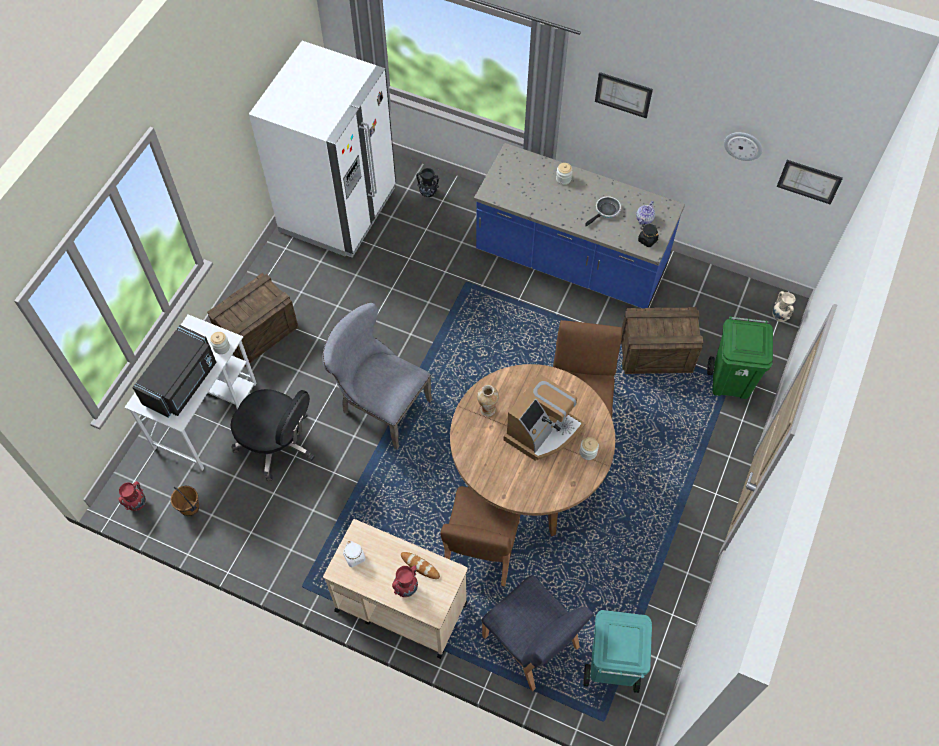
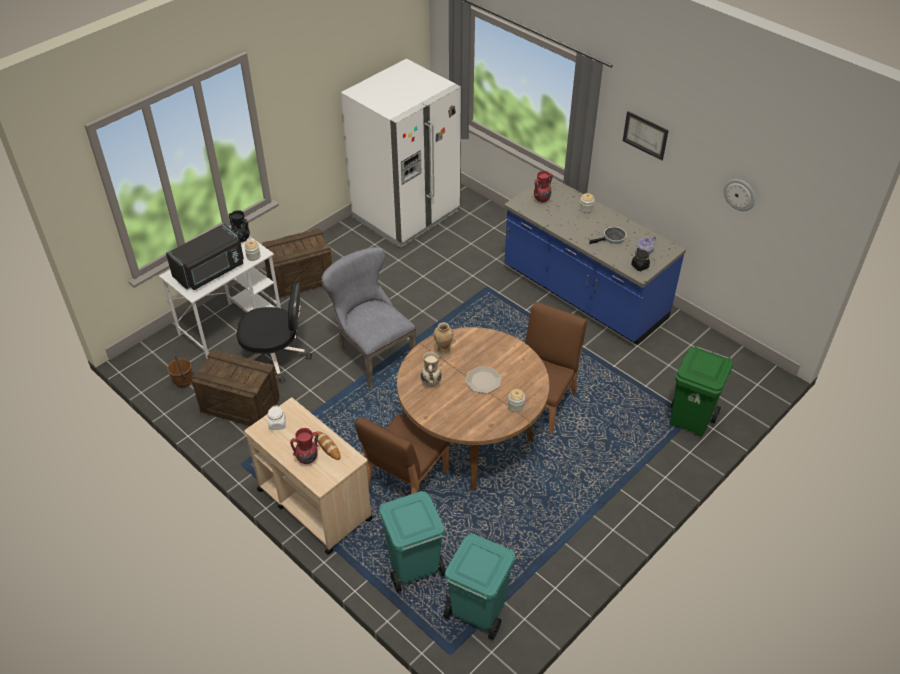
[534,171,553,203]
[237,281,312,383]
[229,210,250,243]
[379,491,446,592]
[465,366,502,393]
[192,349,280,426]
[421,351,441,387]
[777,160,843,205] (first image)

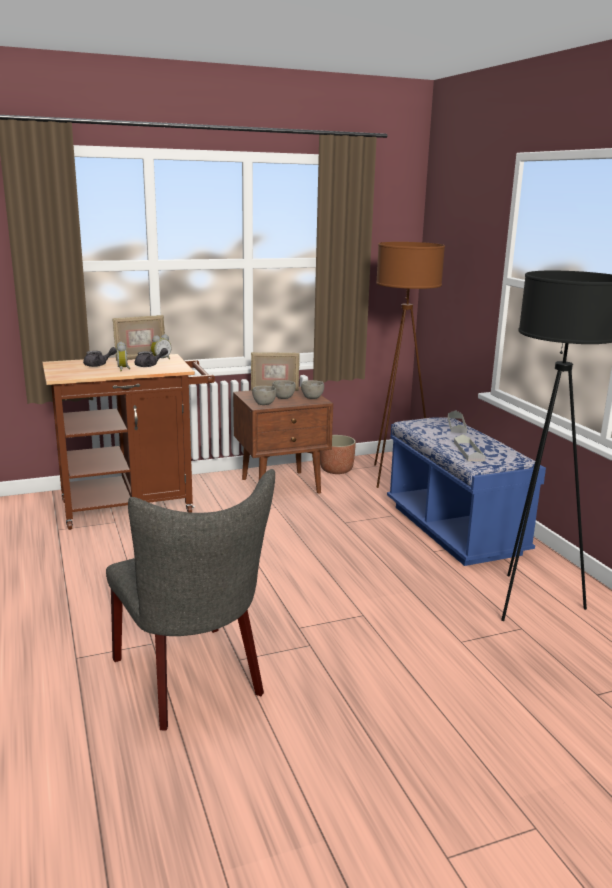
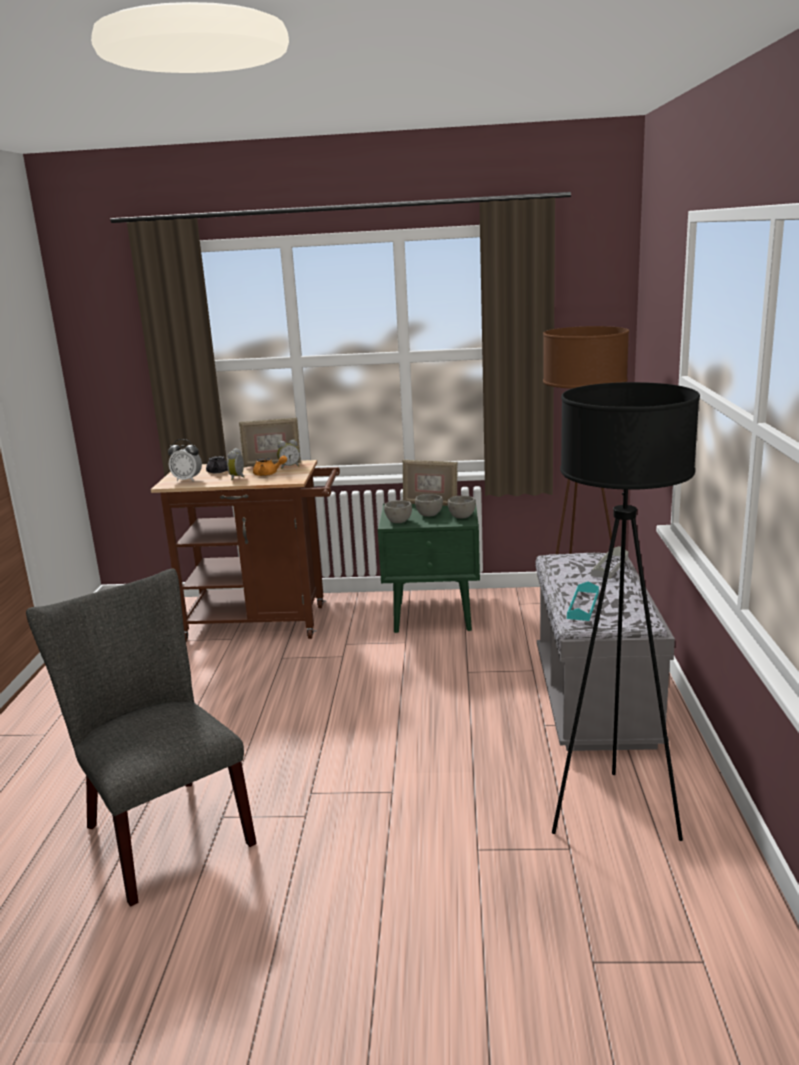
[26,569,257,907]
[253,455,287,476]
[378,504,480,633]
[320,435,356,474] (first image)
[535,553,675,751]
[567,581,599,621]
[168,439,202,482]

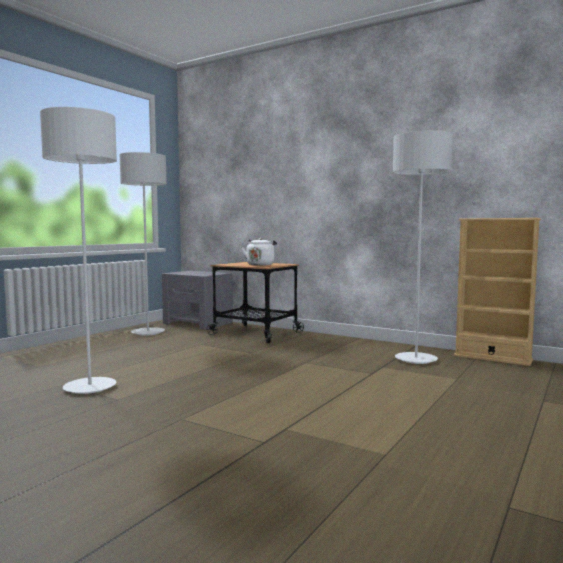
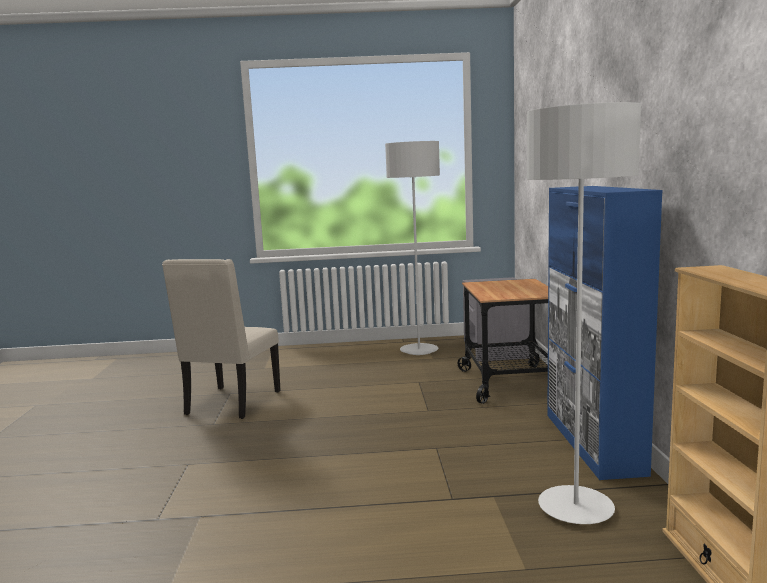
[162,259,281,419]
[241,238,277,266] (first image)
[547,186,663,480]

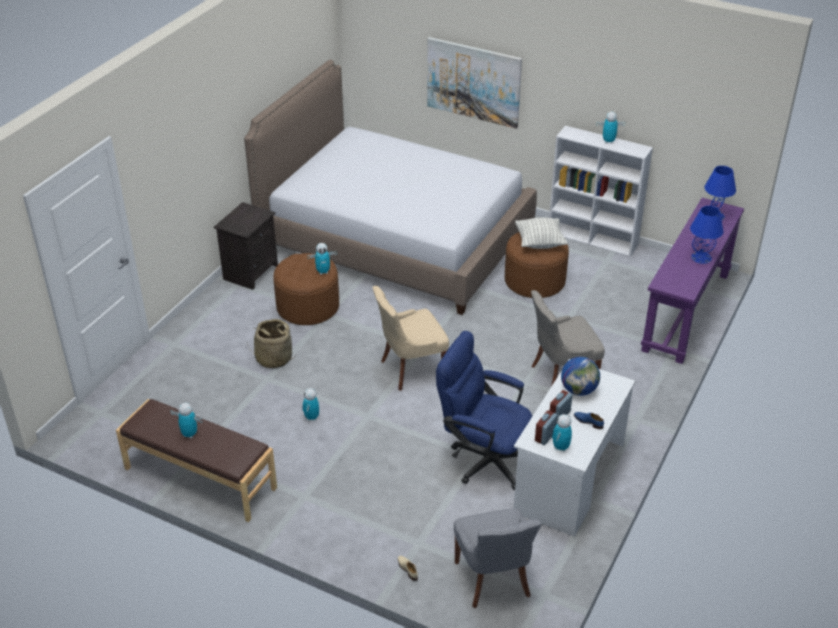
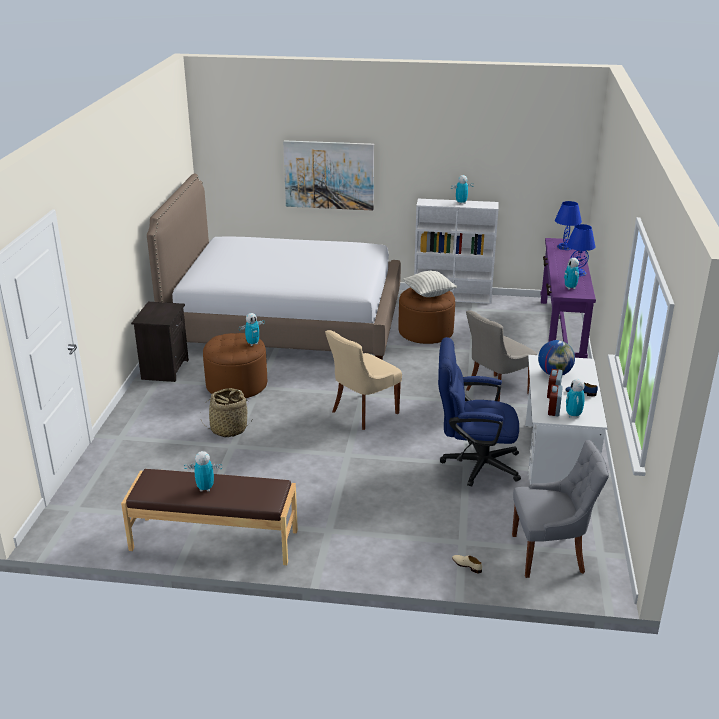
[564,258,579,290]
[512,440,609,578]

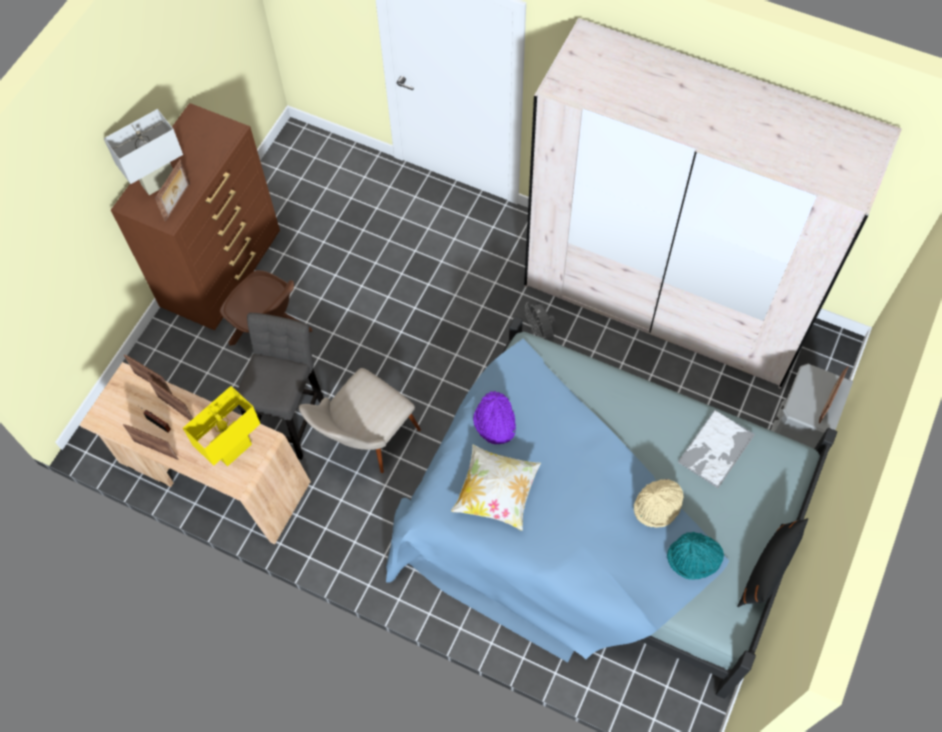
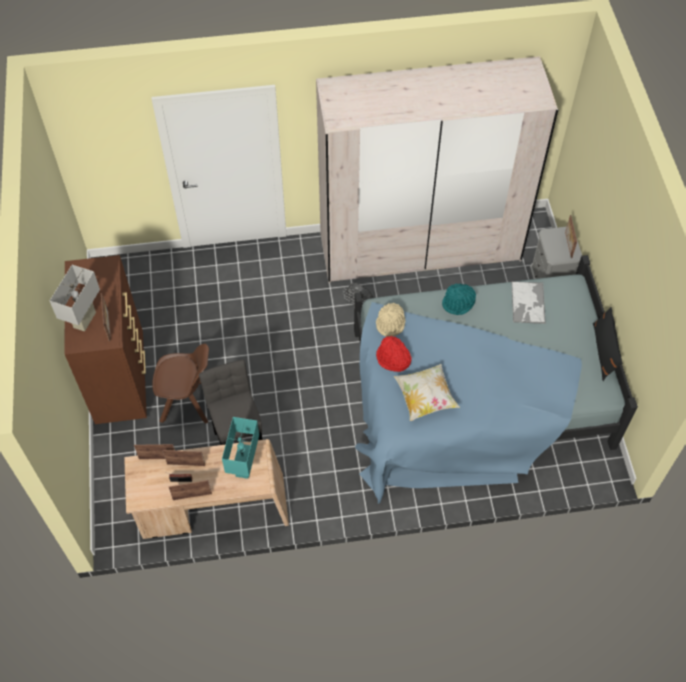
[222,417,259,479]
[299,368,421,473] (first image)
[376,336,412,372]
[376,303,406,337]
[442,284,476,315]

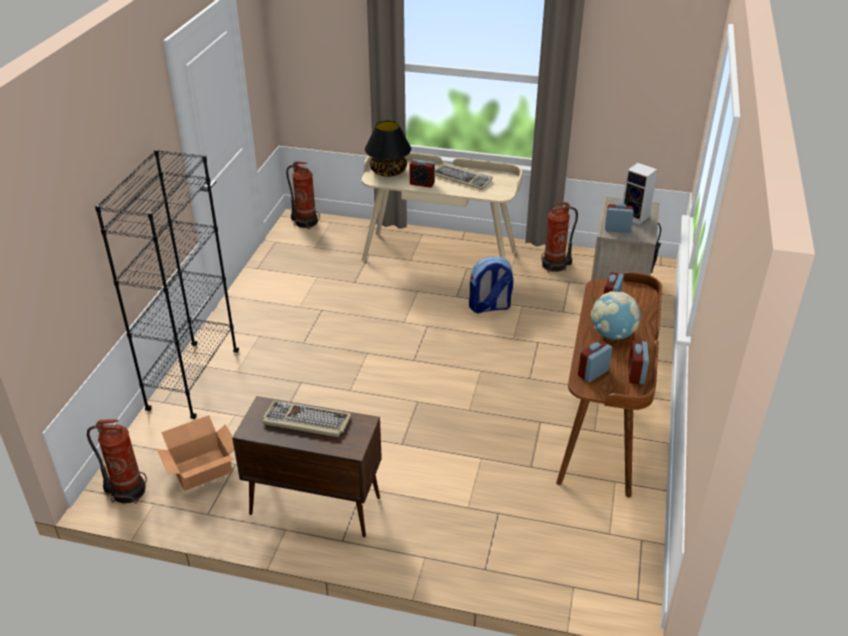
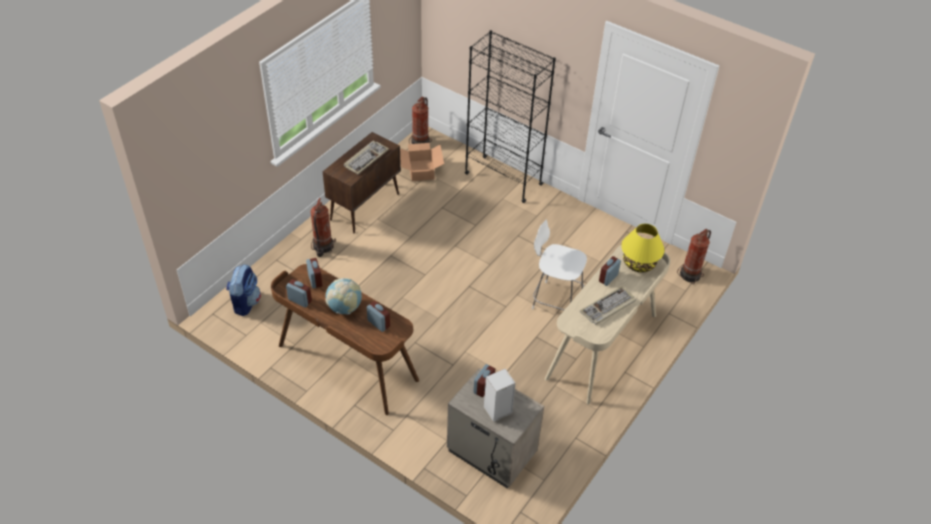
[621,224,665,272]
[226,264,261,316]
[310,198,336,257]
[532,220,587,310]

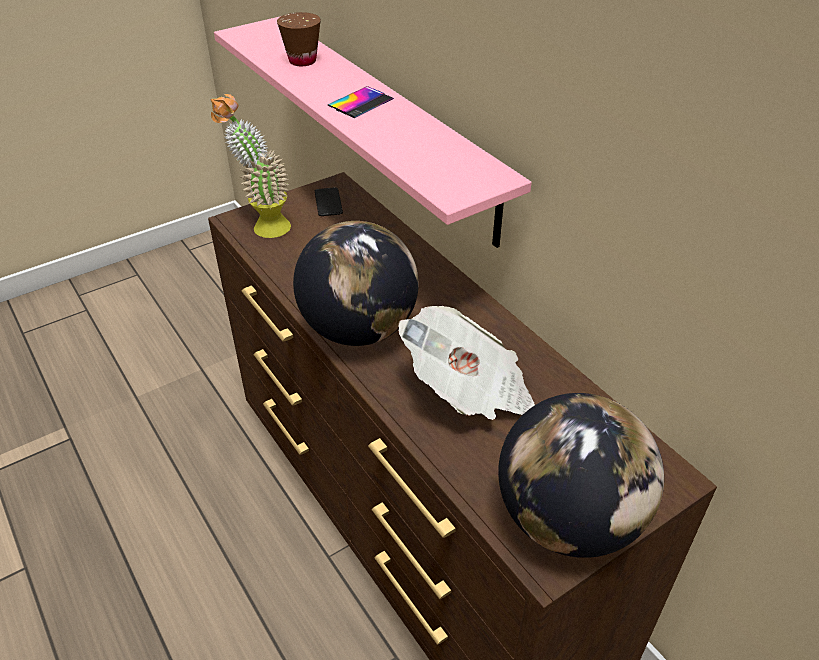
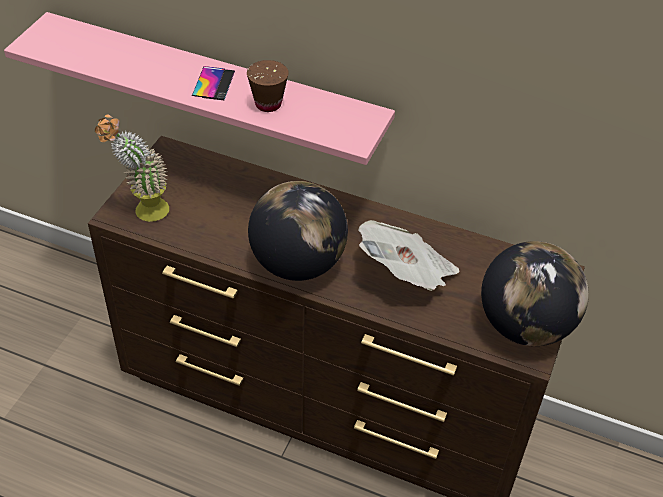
[247,60,289,112]
[315,187,343,216] (first image)

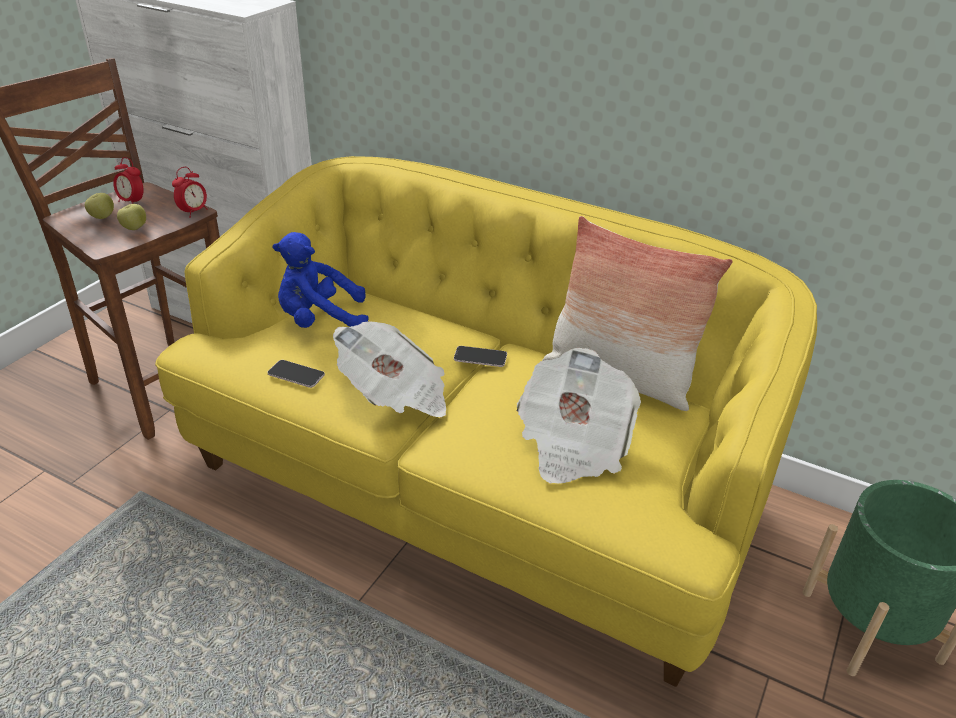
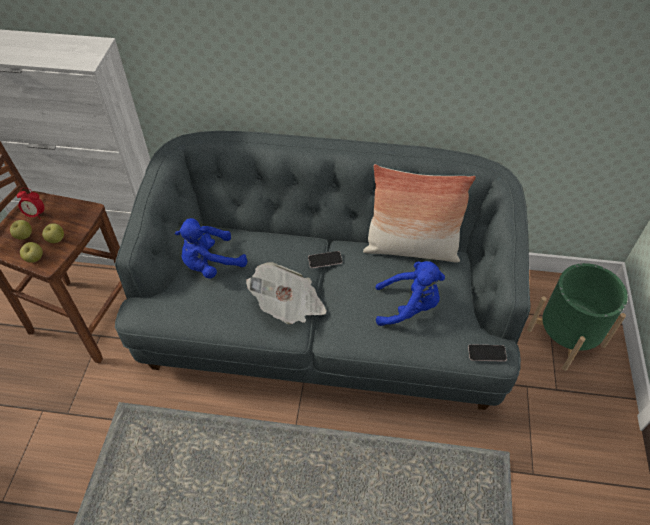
[115,131,531,410]
[172,167,208,218] (first image)
[468,344,507,362]
[375,261,445,326]
[20,242,43,263]

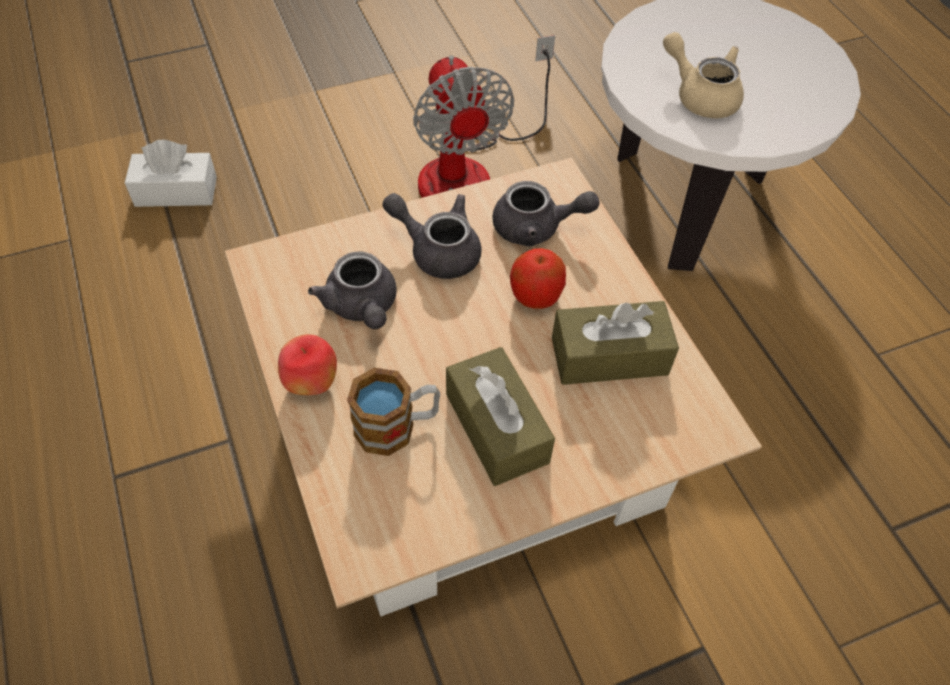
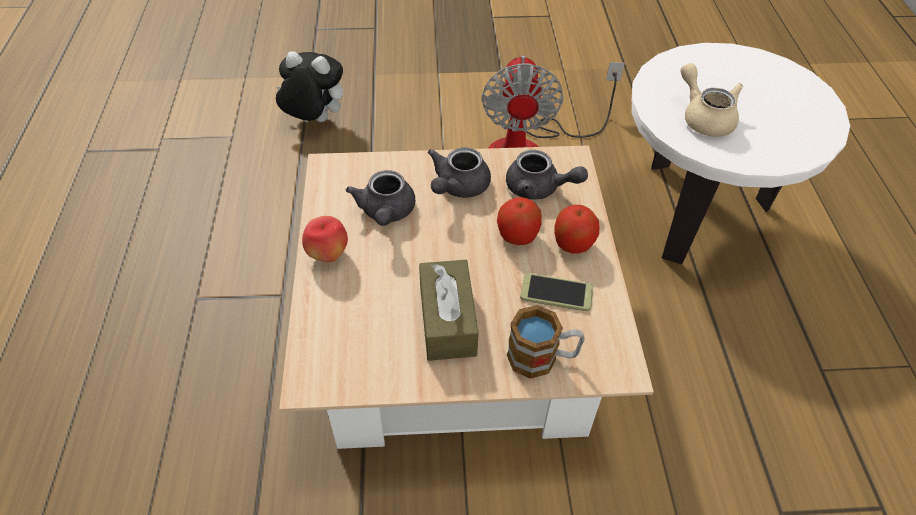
[276,51,343,122]
[507,305,585,379]
[427,147,491,198]
[520,273,593,311]
[554,205,599,253]

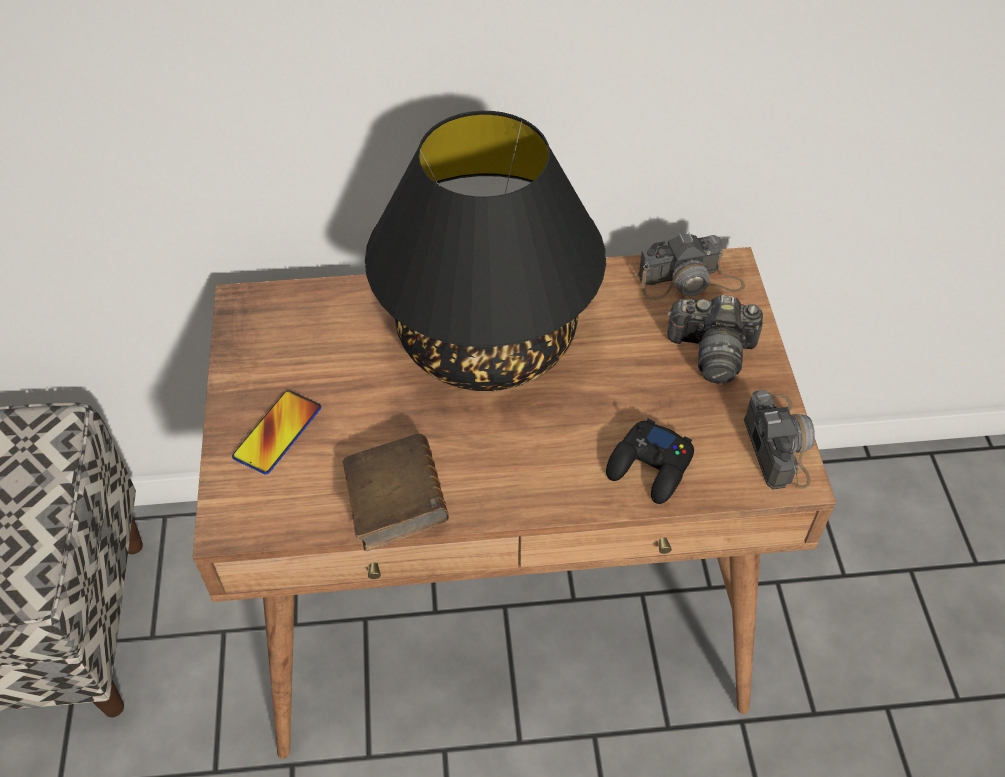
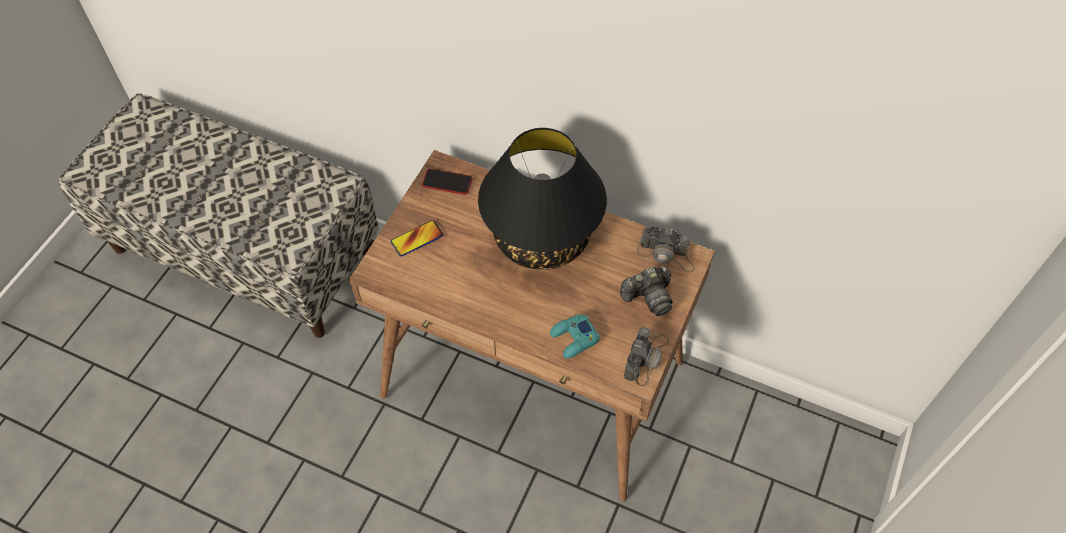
[343,434,449,551] (first image)
[550,315,600,359]
[620,266,673,316]
[422,169,473,195]

